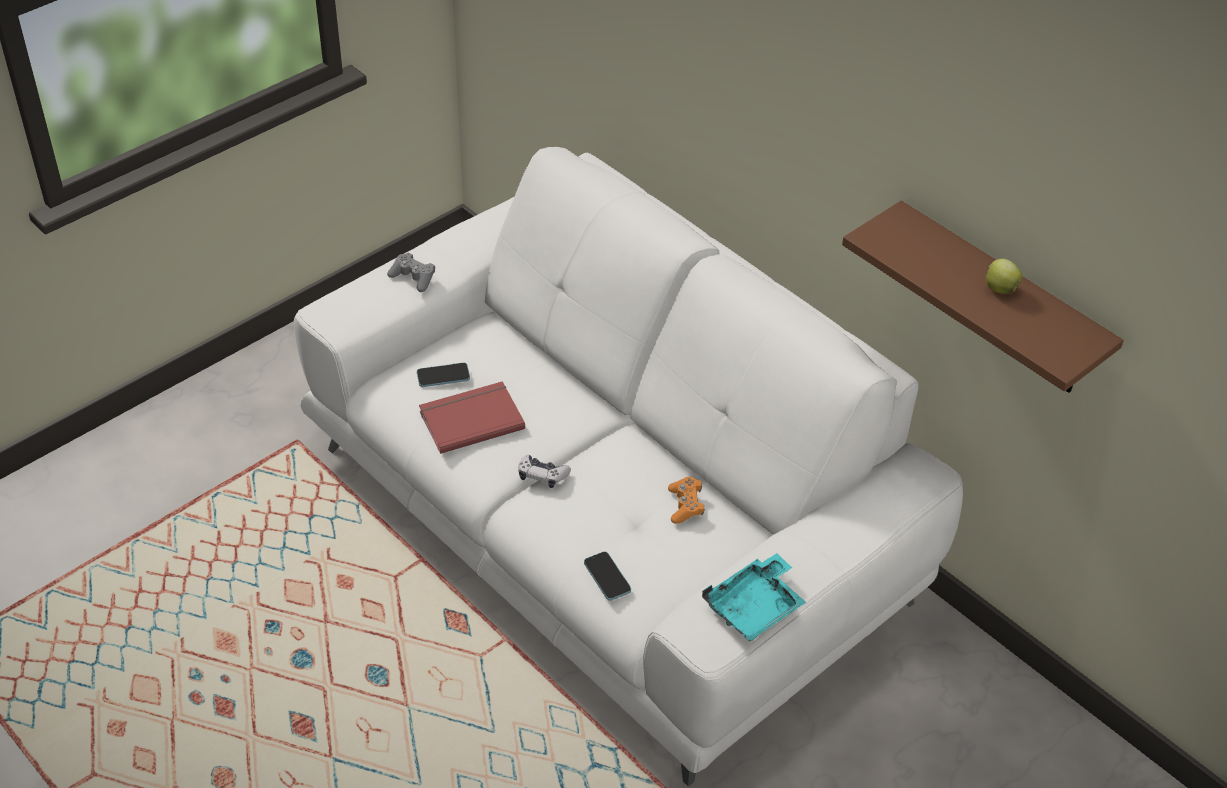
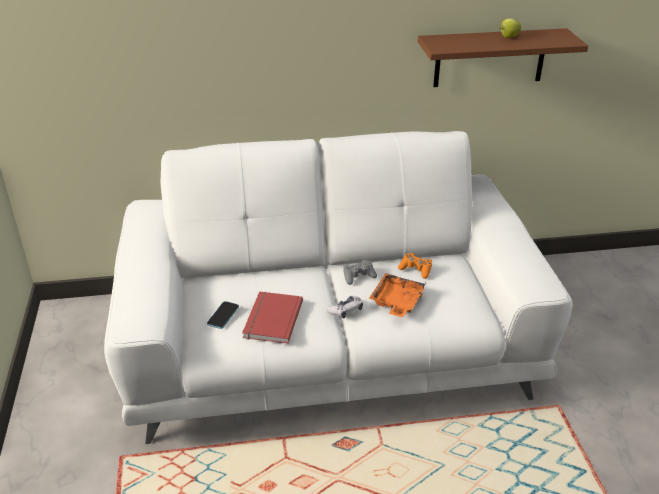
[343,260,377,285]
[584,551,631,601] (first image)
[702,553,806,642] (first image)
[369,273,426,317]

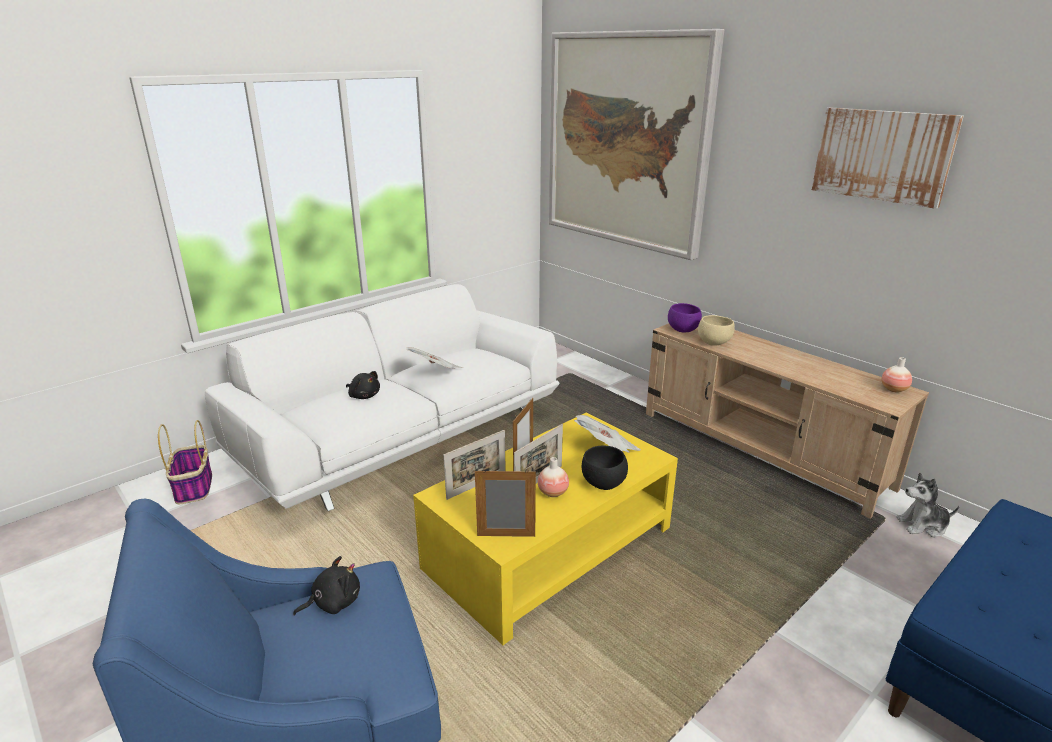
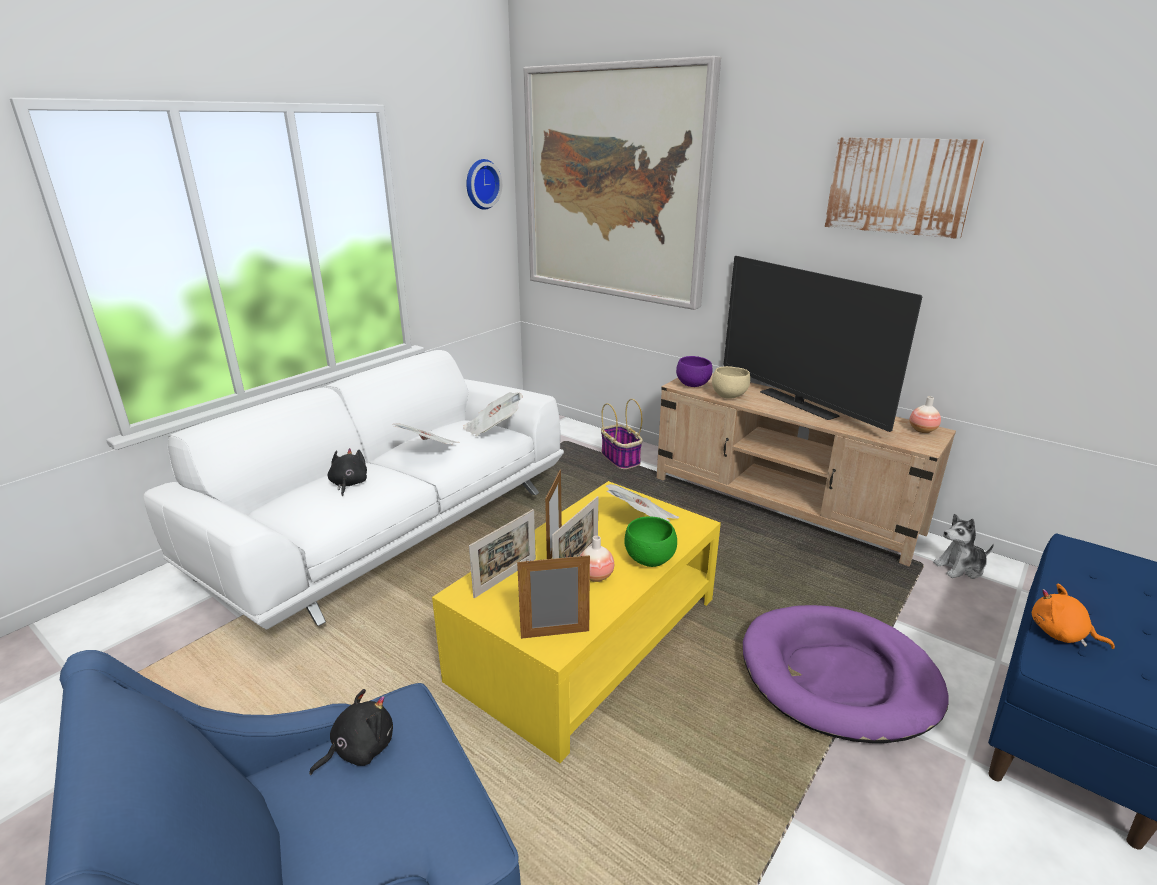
[601,399,643,469]
[328,448,367,496]
[624,516,677,567]
[463,392,523,436]
[466,159,502,210]
[724,256,922,432]
[743,605,949,743]
[1032,583,1115,649]

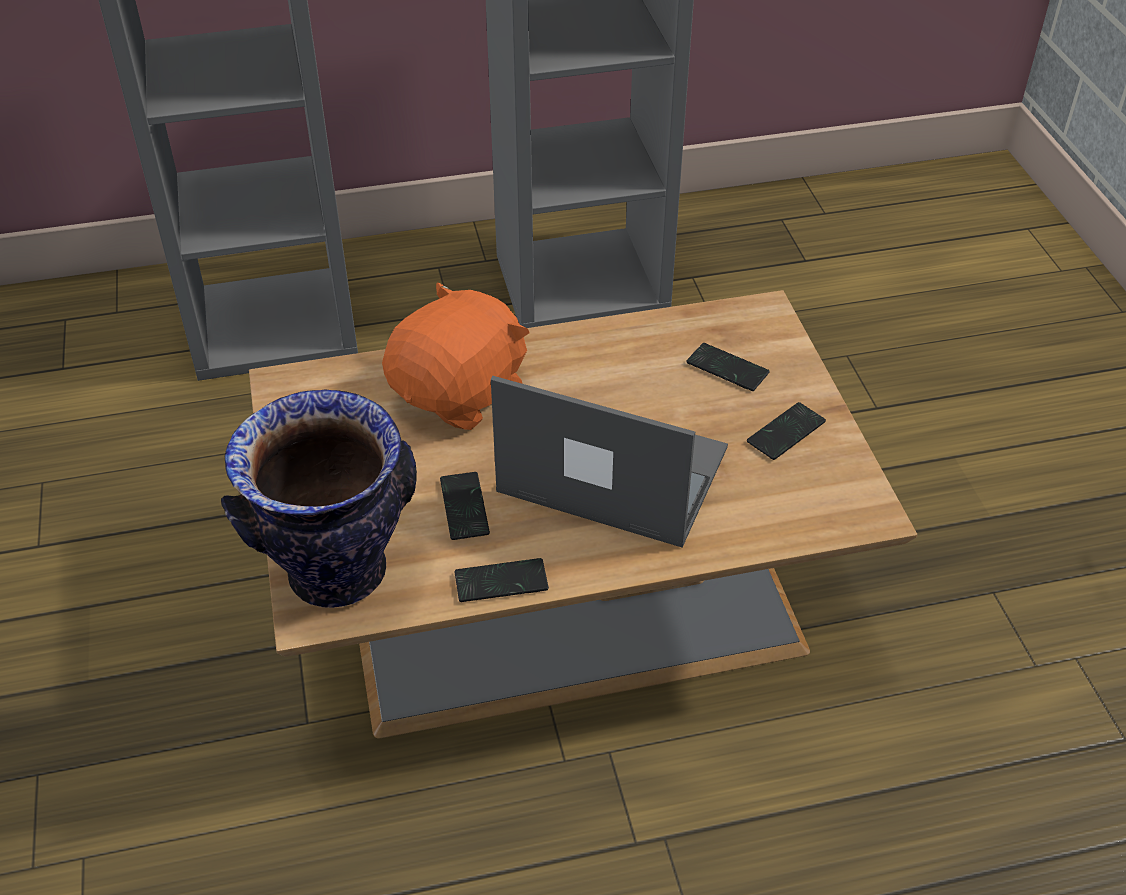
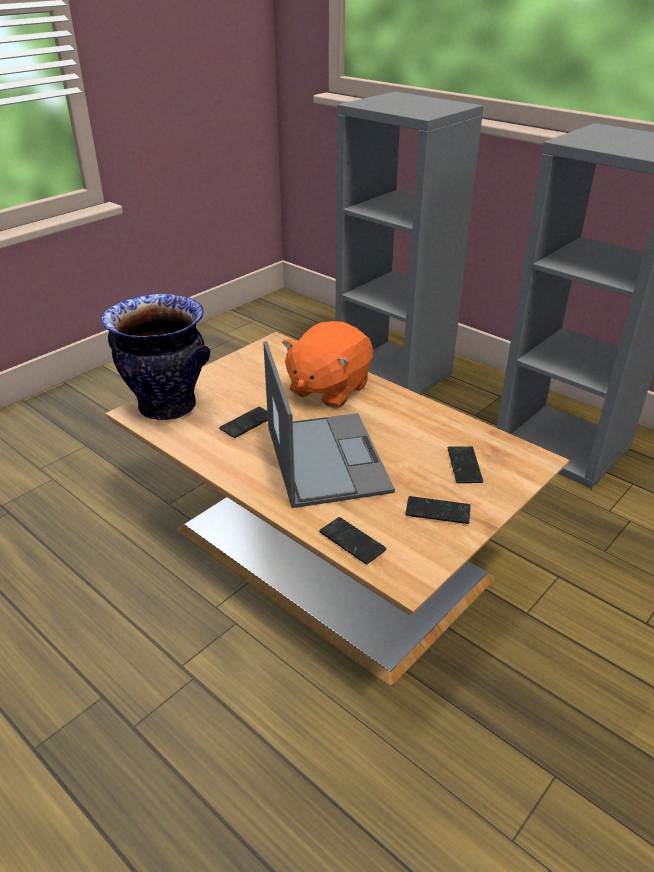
[282,321,373,408]
[319,517,386,564]

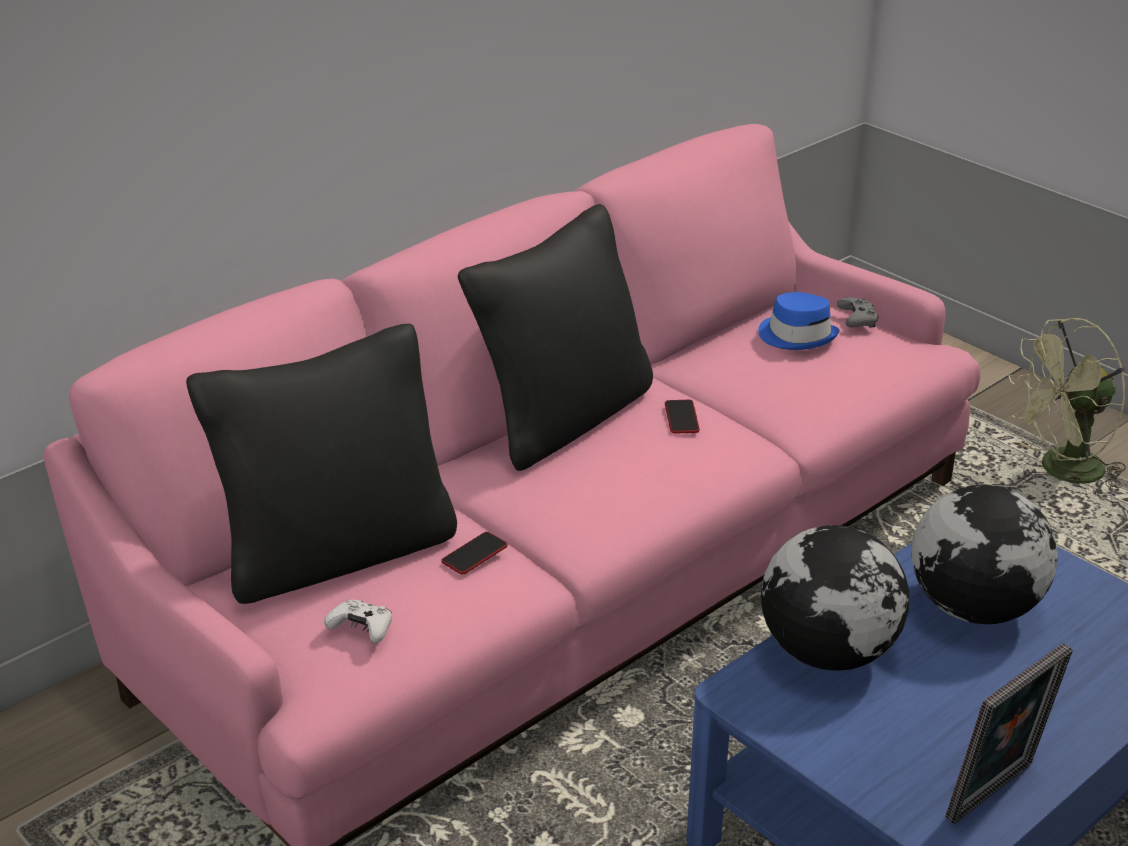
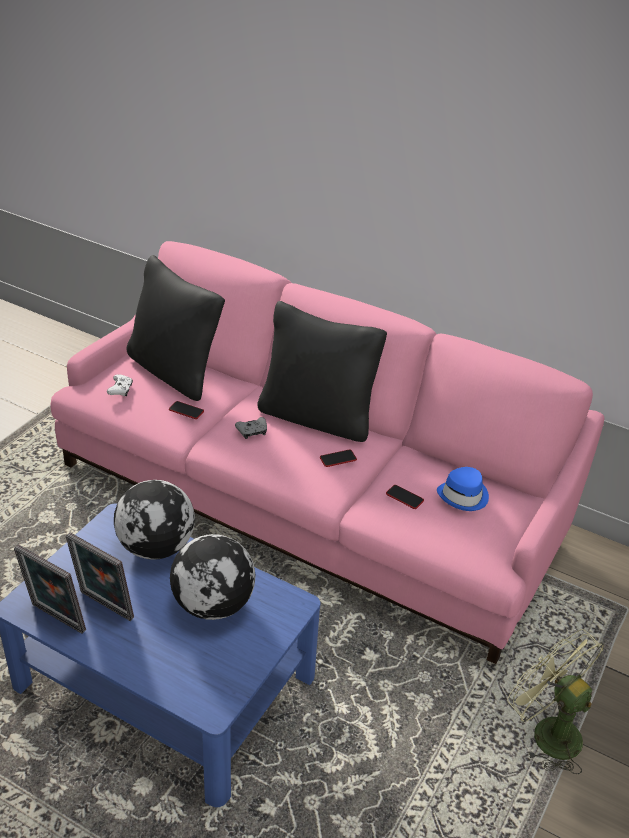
[235,417,267,439]
[66,532,134,621]
[386,485,424,509]

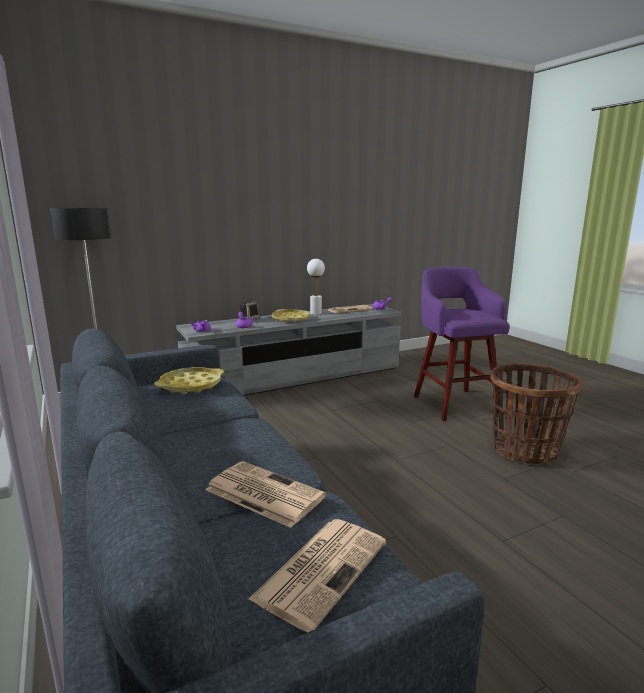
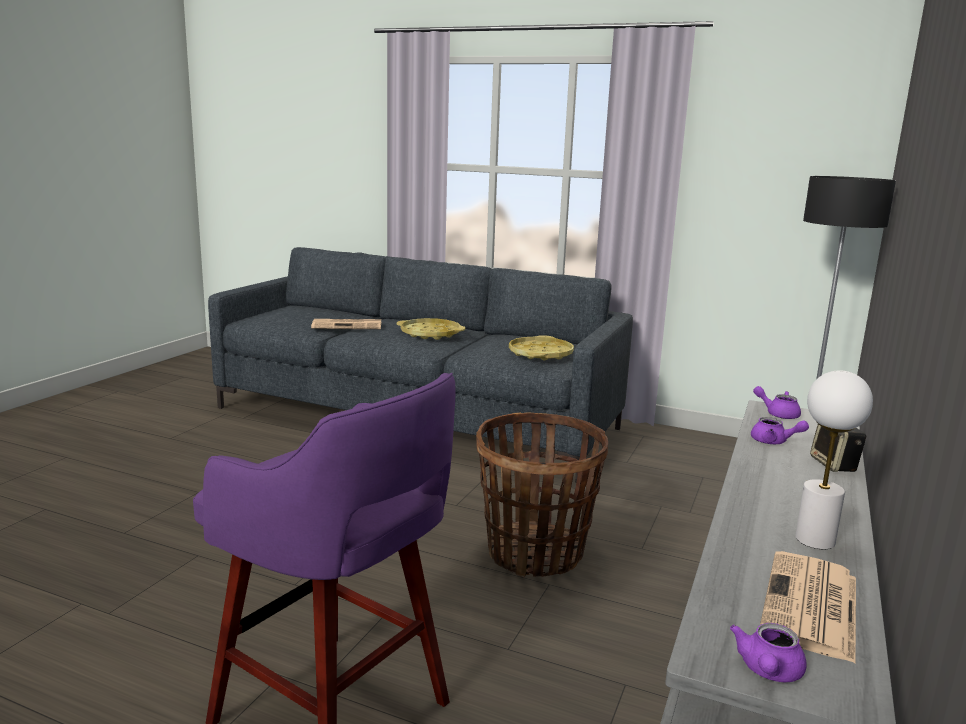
[248,519,386,632] (first image)
[397,318,466,340]
[476,413,608,577]

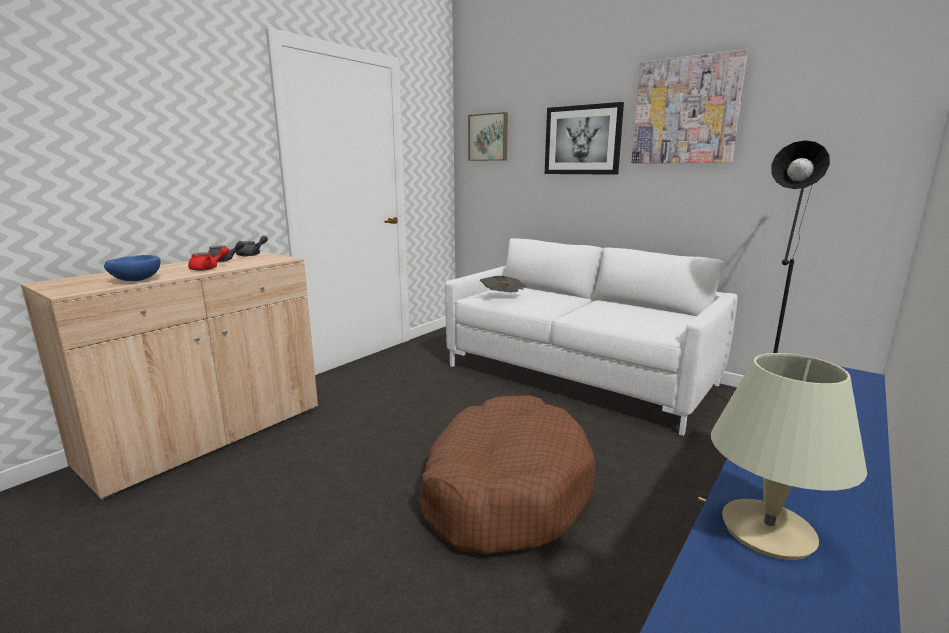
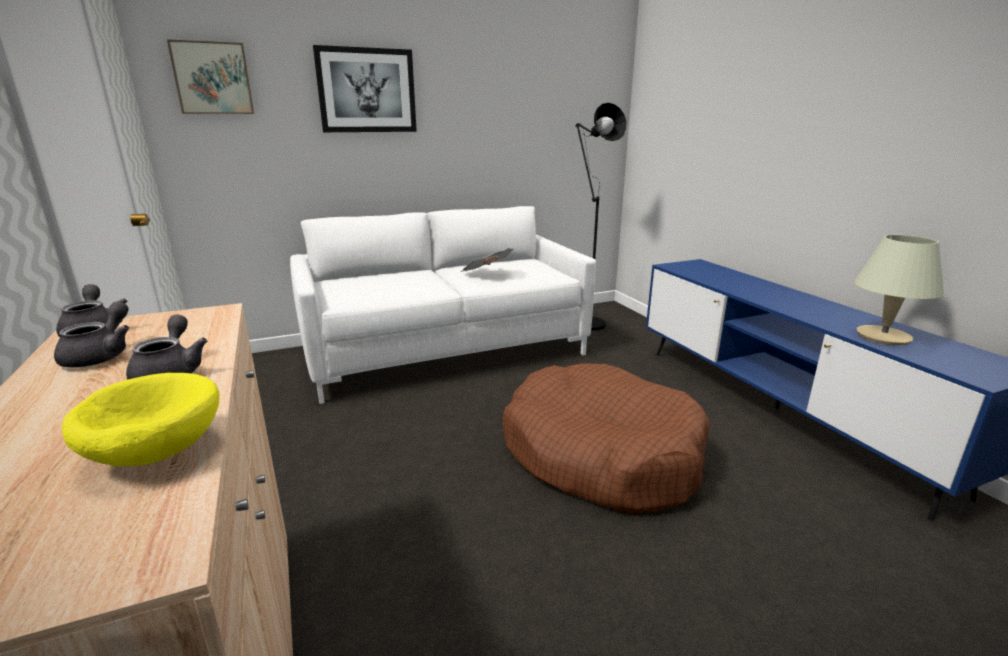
[62,373,220,466]
[126,315,207,380]
[460,248,514,272]
[632,49,748,163] (first image)

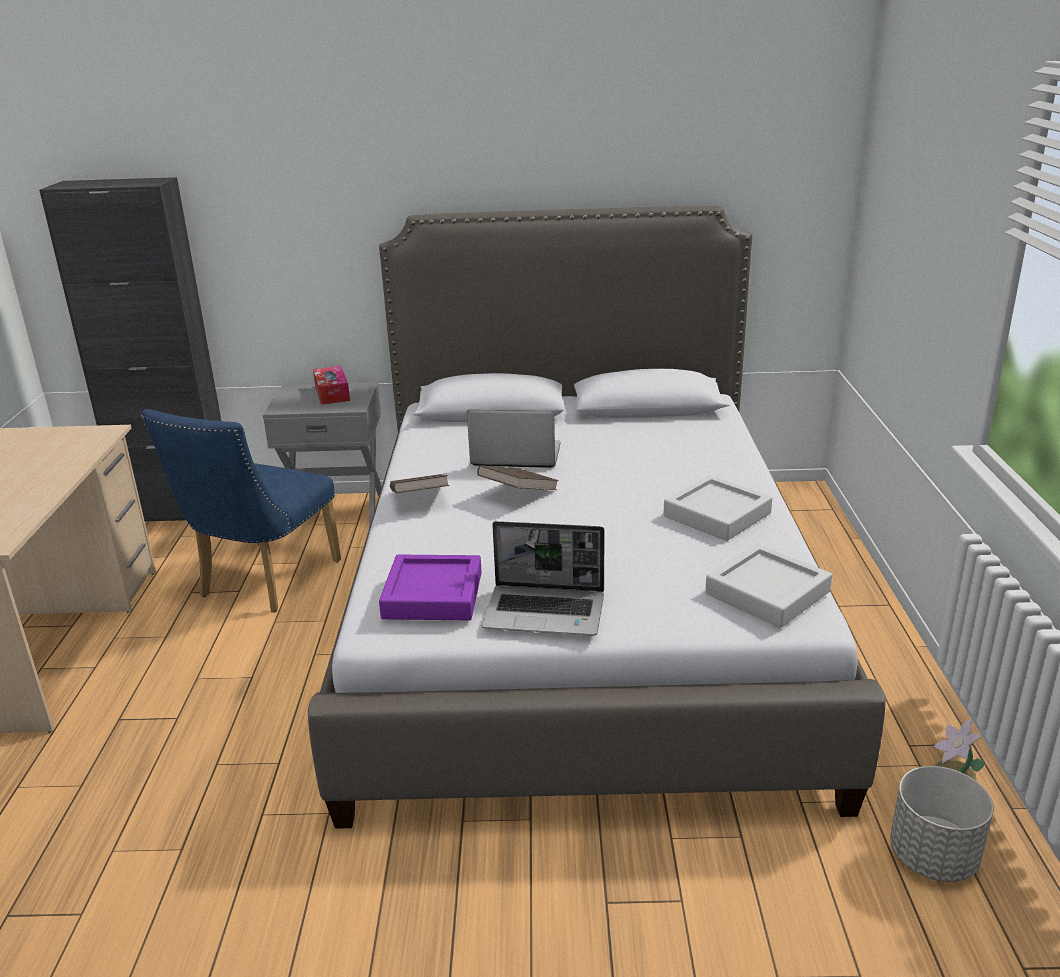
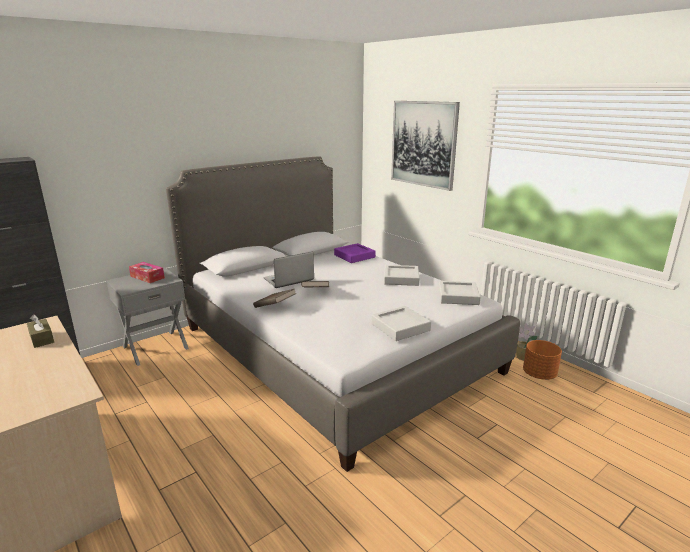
[141,409,341,613] (first image)
[334,243,376,263]
[371,306,431,341]
[523,340,562,380]
[27,314,54,348]
[391,101,460,191]

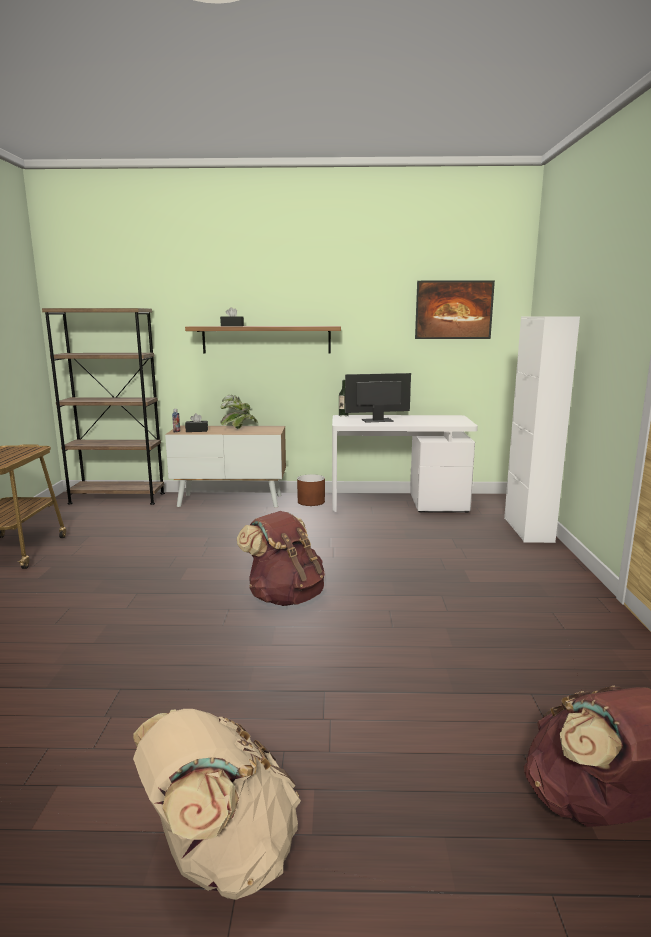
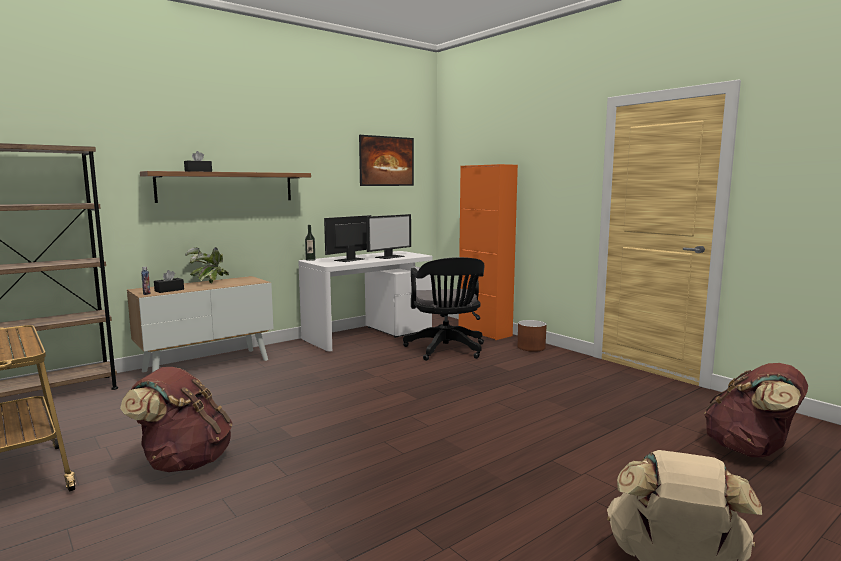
[120,367,232,472]
[518,320,547,352]
[459,164,518,340]
[366,214,411,259]
[403,257,484,361]

